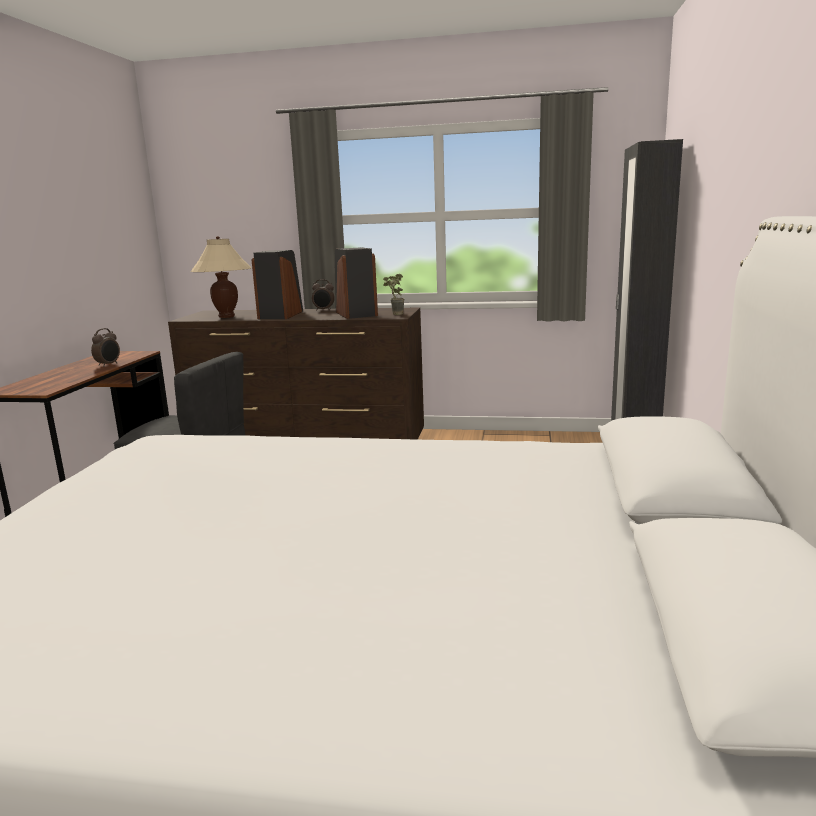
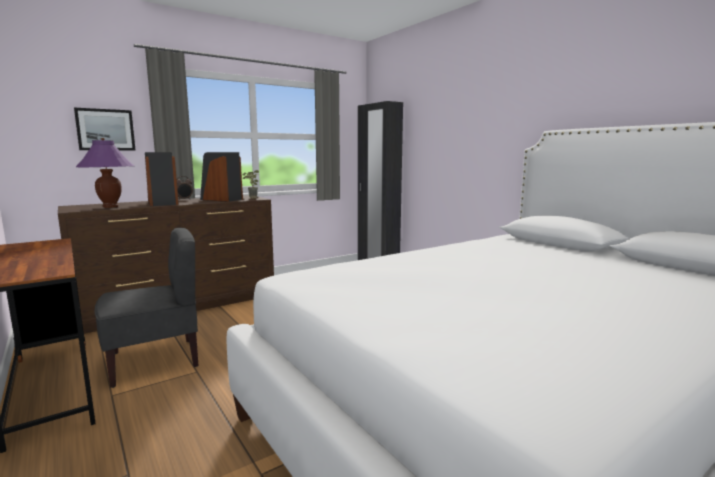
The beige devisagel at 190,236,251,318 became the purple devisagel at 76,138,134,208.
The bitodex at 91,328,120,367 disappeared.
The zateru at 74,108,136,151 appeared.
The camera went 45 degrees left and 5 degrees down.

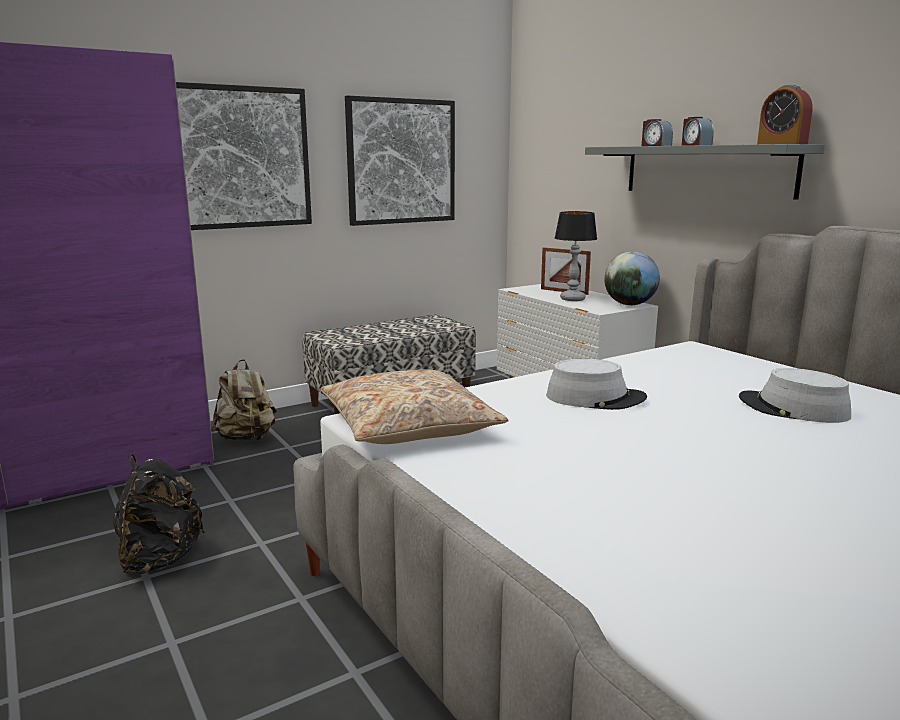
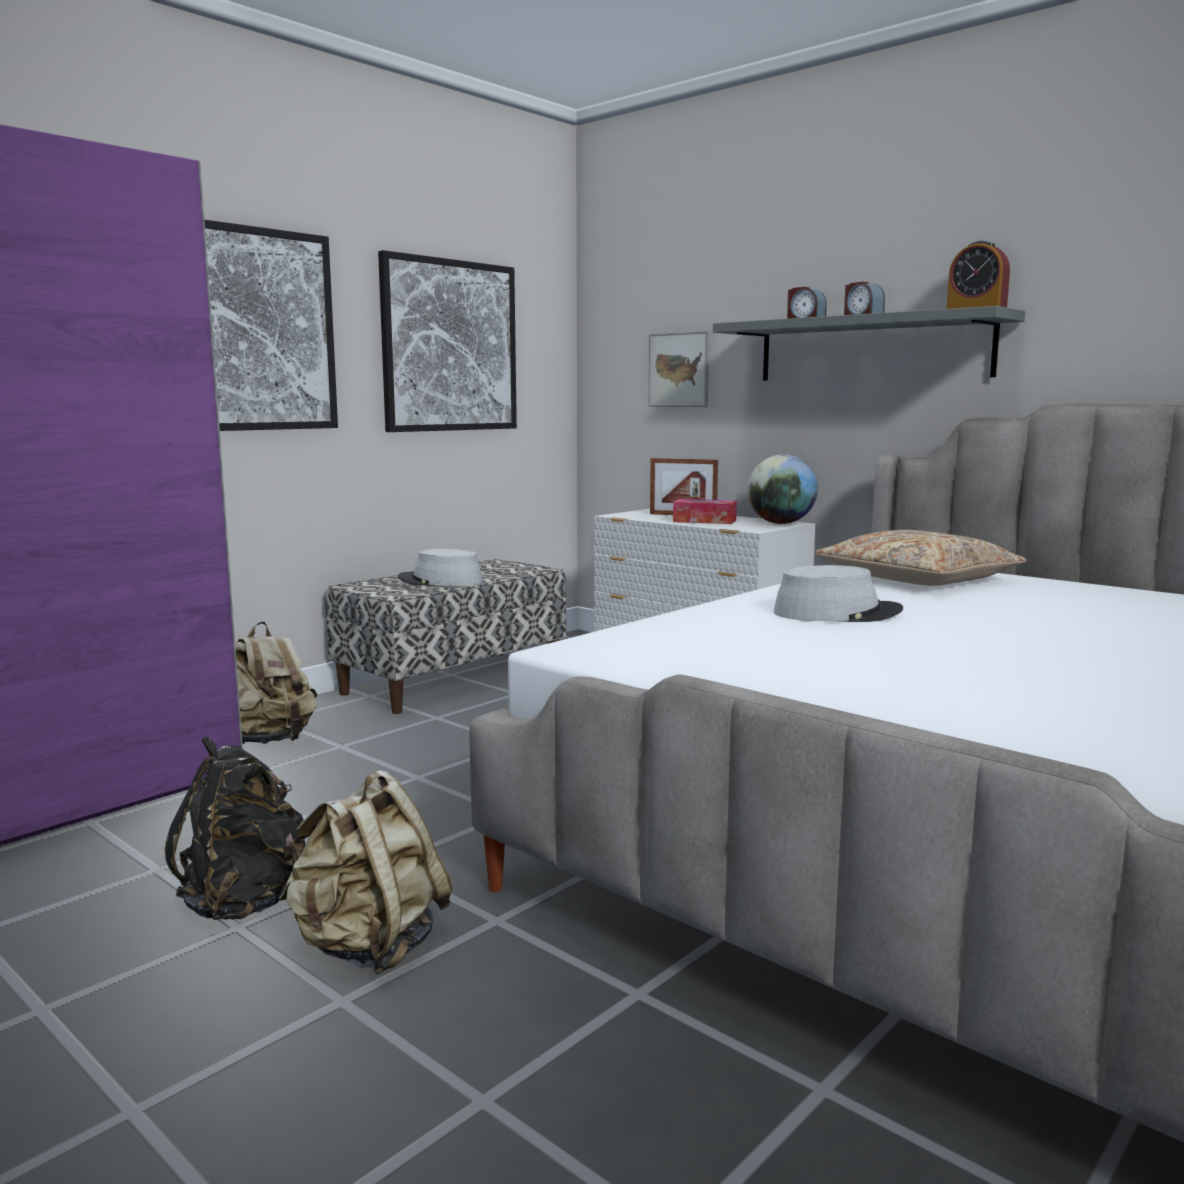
The devisagel at 555,211,597,301 was replaced by the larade at 673,499,737,524.
The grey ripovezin moved from 739,368,851,423 to 398,548,483,586.
The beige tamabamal moved from 321,369,508,444 to 815,530,1027,586.
The zateru at 648,331,709,407 appeared.
The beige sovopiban at 278,770,453,974 appeared.
The camera went 15 degrees left and 5 degrees down.

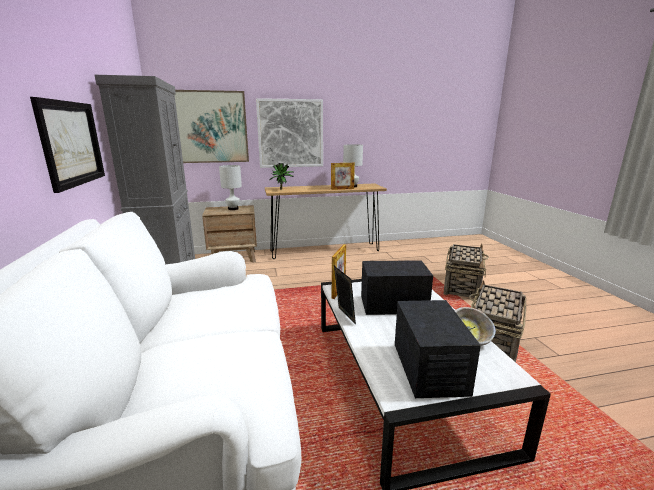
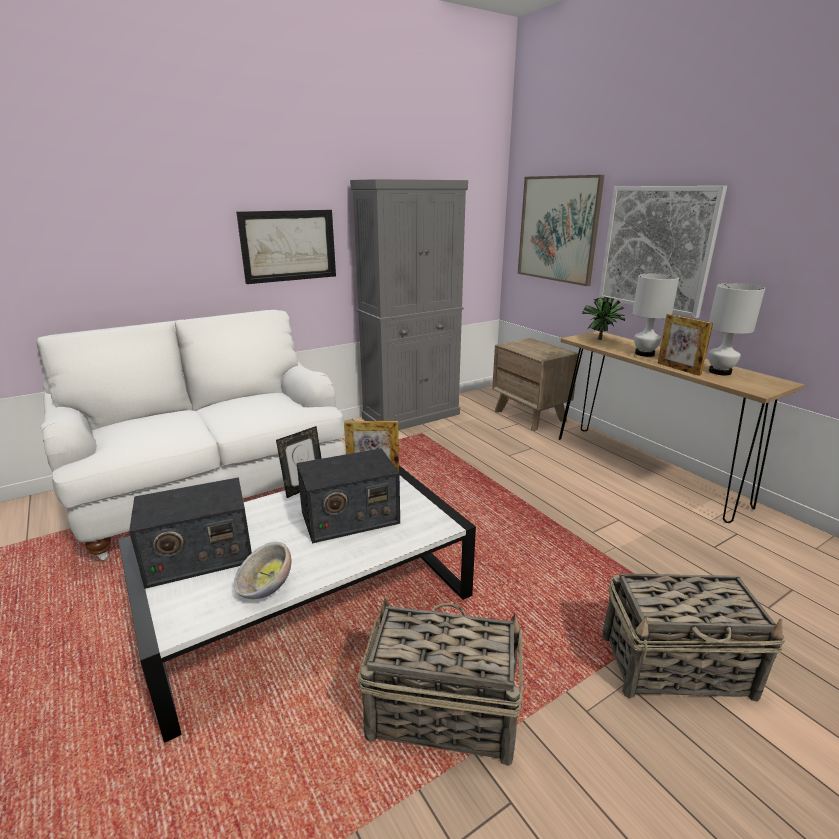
The white devisagel moved from 219,165,242,210 to 632,274,679,357.
The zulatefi at 361,260,433,315 turned 90 degrees clockwise.
The camera went 70 degrees right and 5 degrees up.

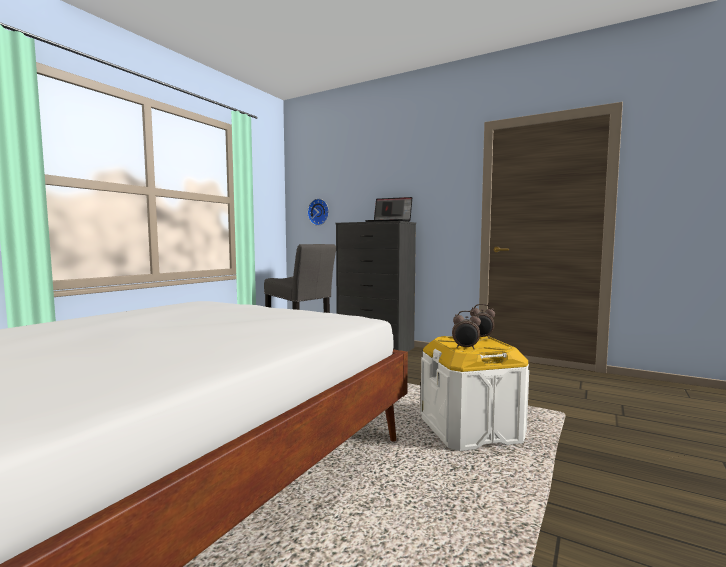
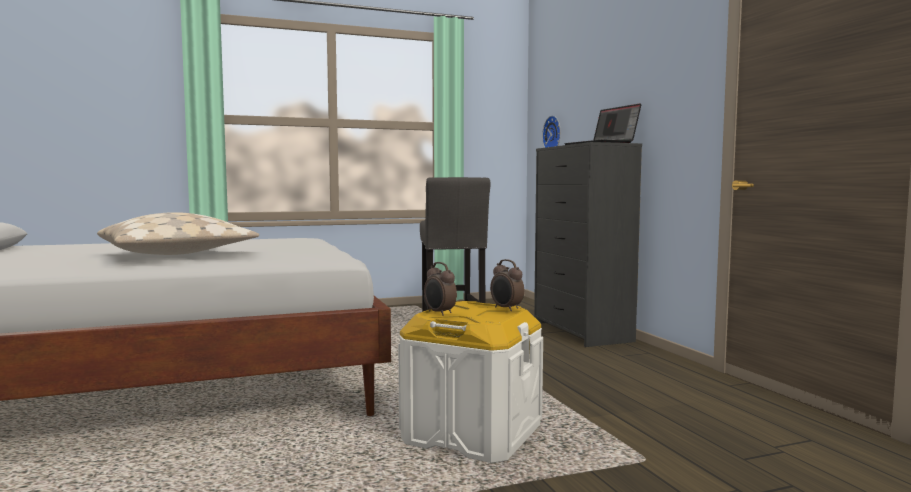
The beige tamabamal at 97,212,259,255 appeared.
The camera went 40 degrees right and 0 degrees up.

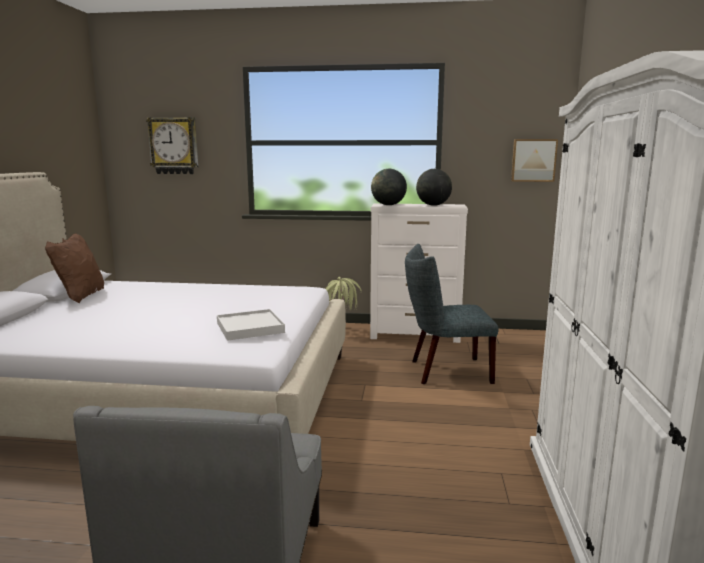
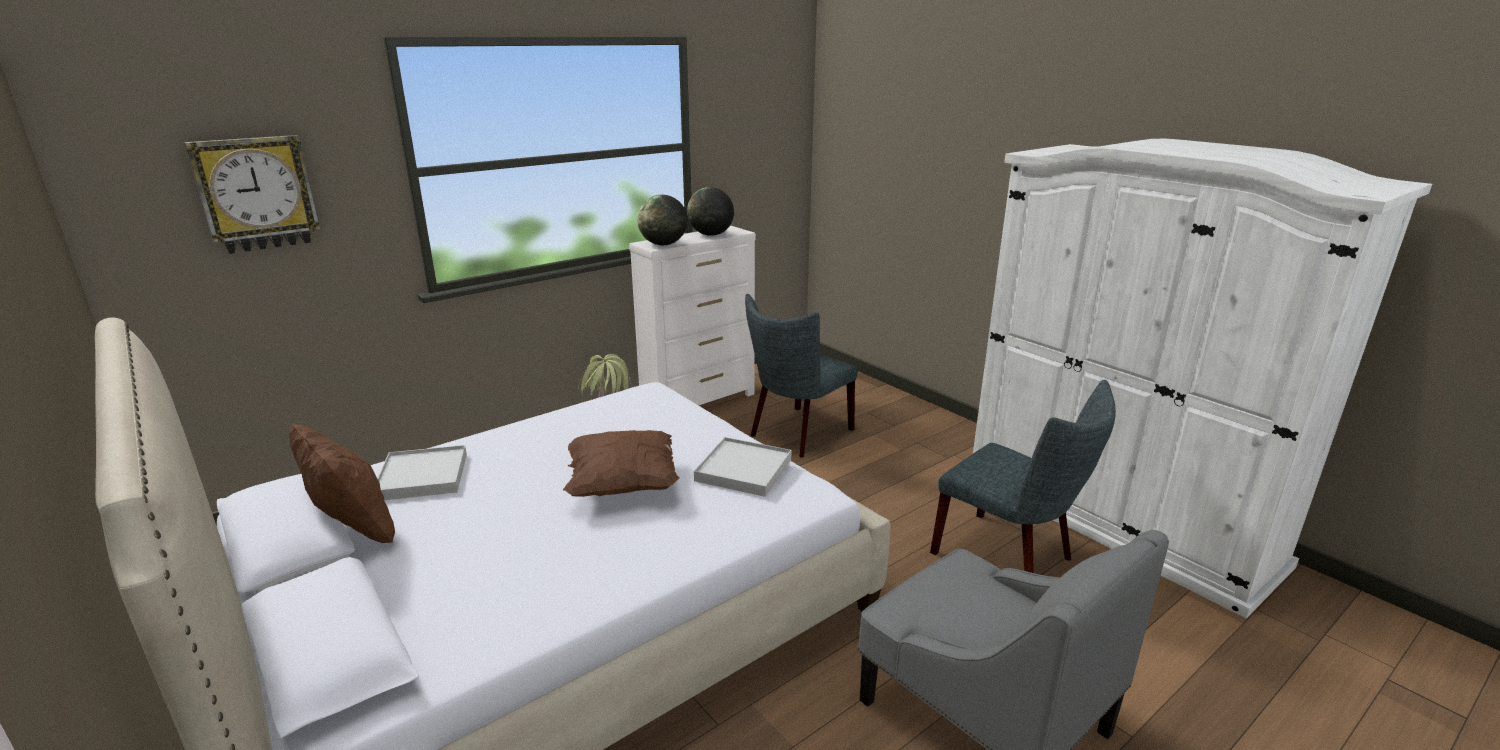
The zateru at 511,139,558,182 disappeared.
The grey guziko at 930,380,1116,573 appeared.
The brown tamabamal at 563,430,680,497 appeared.
The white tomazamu at 377,445,467,500 appeared.
The camera went 45 degrees left and 10 degrees up.

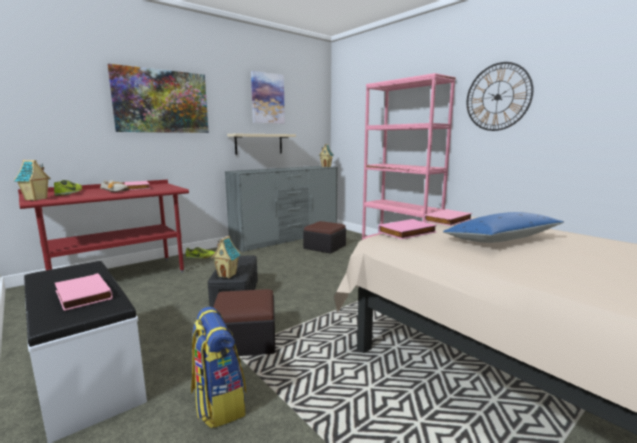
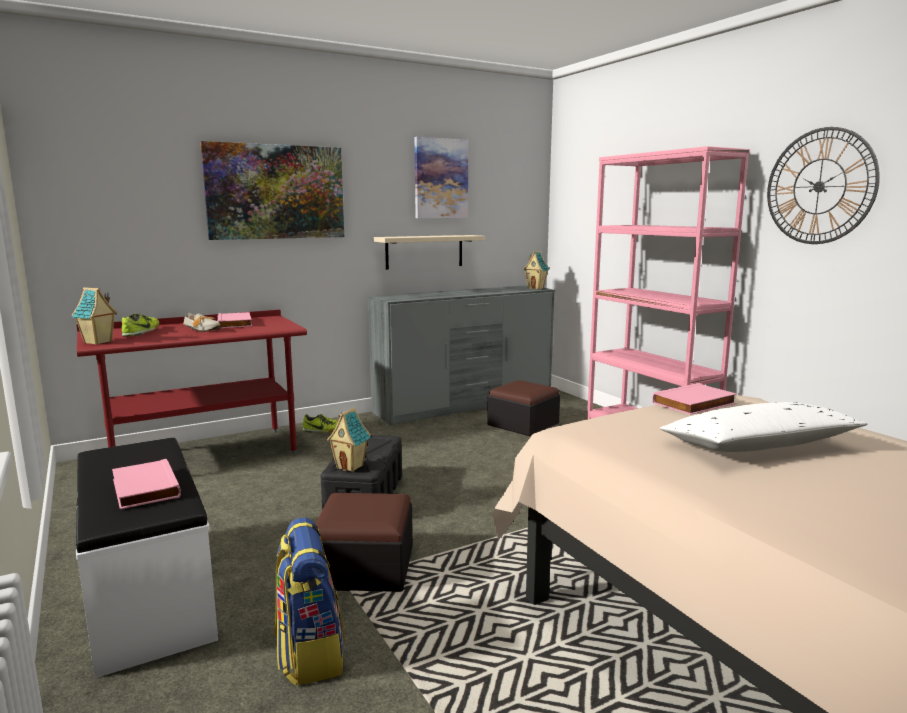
The blue tamabamal at 443,212,564,243 became the white tamabamal at 660,402,867,452.
The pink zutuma at 378,219,437,239 disappeared.
The camera went 10 degrees right and 0 degrees up.

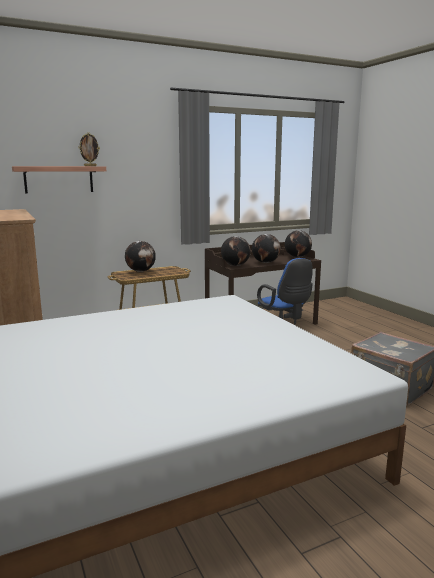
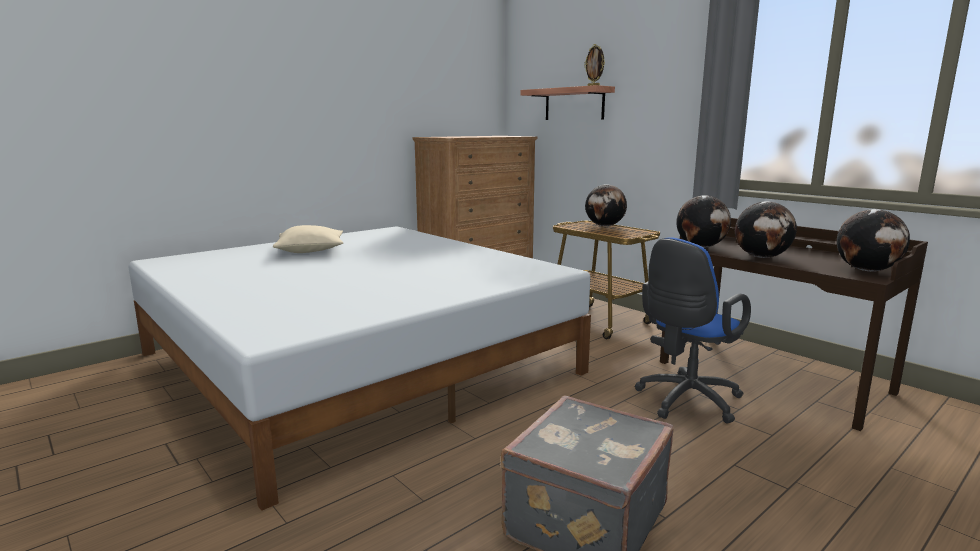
The beige tamabamal at 273,225,344,253 appeared.
The camera went 75 degrees right and 0 degrees up.

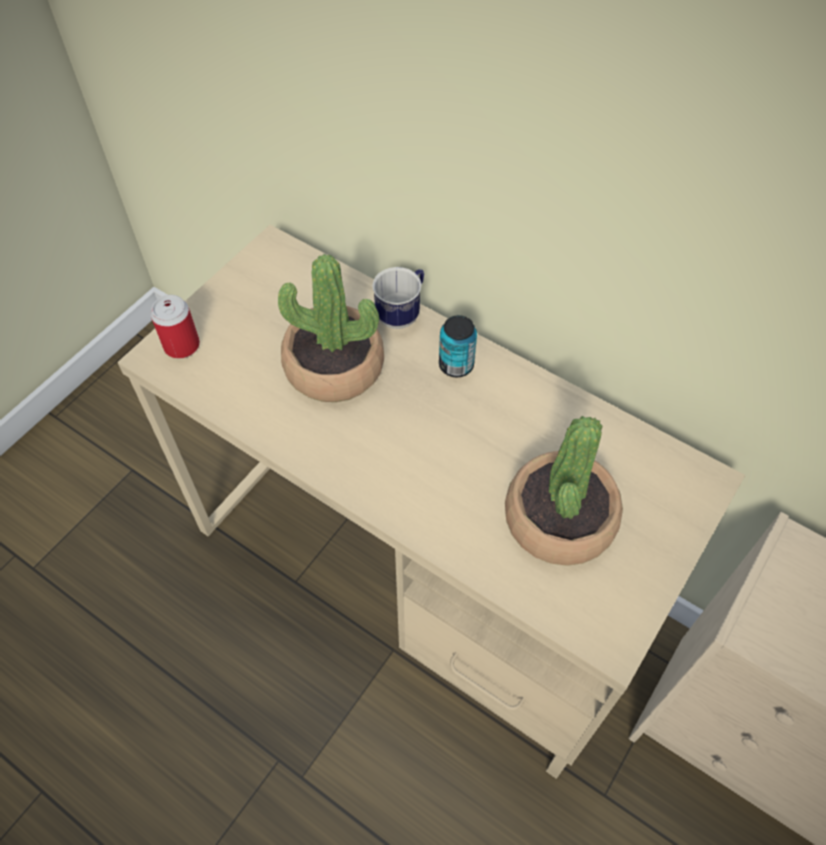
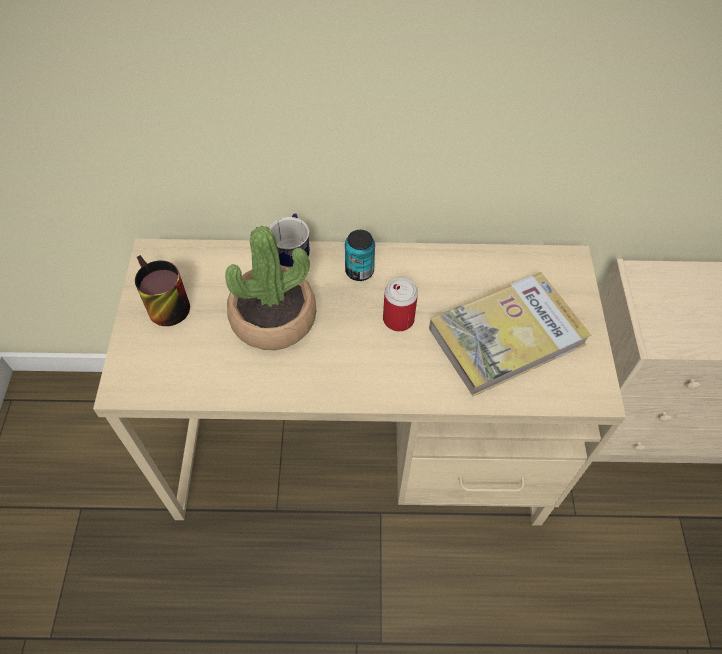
The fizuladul moved from 151,295,200,358 to 383,278,418,331.
The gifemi at 505,416,623,566 was replaced by the zutuma at 429,272,591,396.
The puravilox at 135,255,190,326 appeared.
The camera went 35 degrees left and 0 degrees up.

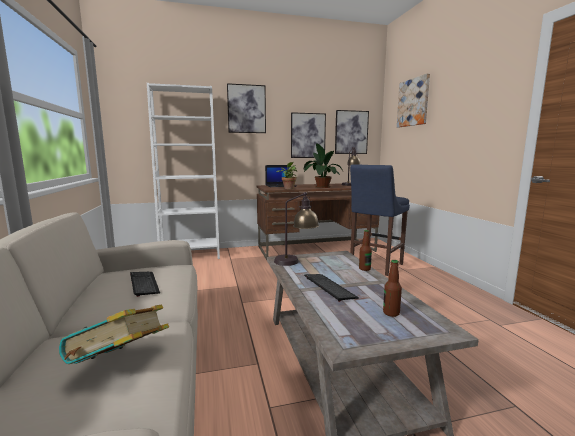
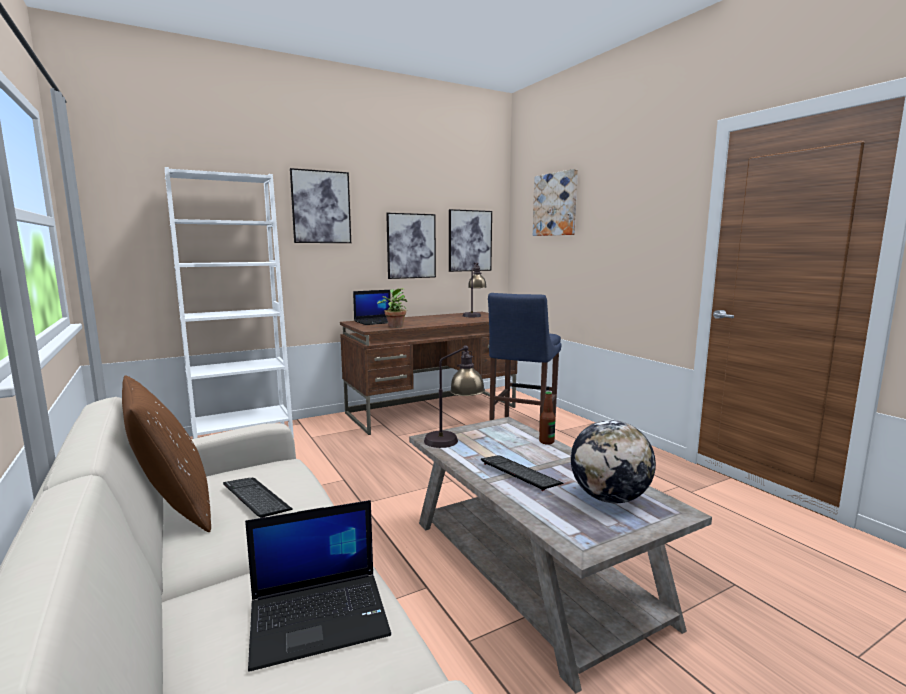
The gifemi at 304,143,343,188 disappeared.
The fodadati at 383,260,402,317 was replaced by the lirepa at 571,420,656,503.
The zutuma at 59,305,169,364 was replaced by the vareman at 245,500,391,672.
The brown tamabamal at 122,376,211,532 appeared.
The camera went 15 degrees left and 0 degrees up.

